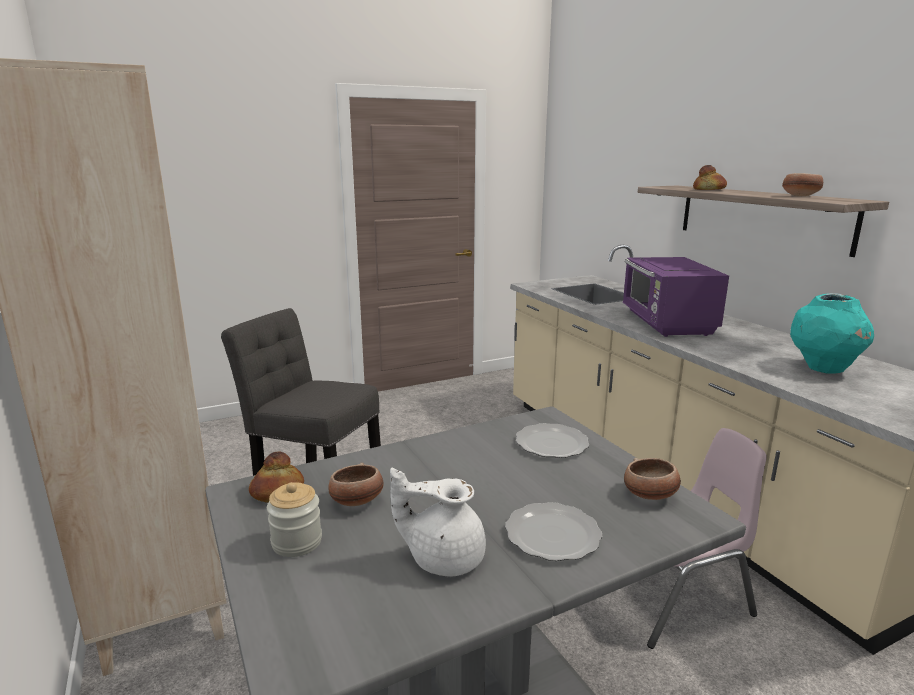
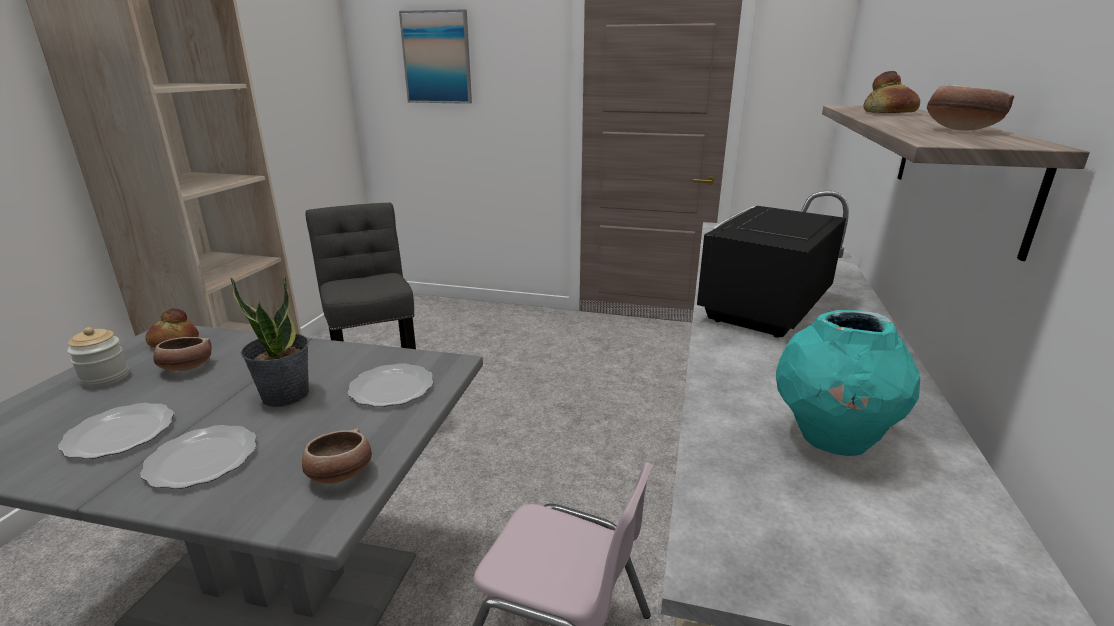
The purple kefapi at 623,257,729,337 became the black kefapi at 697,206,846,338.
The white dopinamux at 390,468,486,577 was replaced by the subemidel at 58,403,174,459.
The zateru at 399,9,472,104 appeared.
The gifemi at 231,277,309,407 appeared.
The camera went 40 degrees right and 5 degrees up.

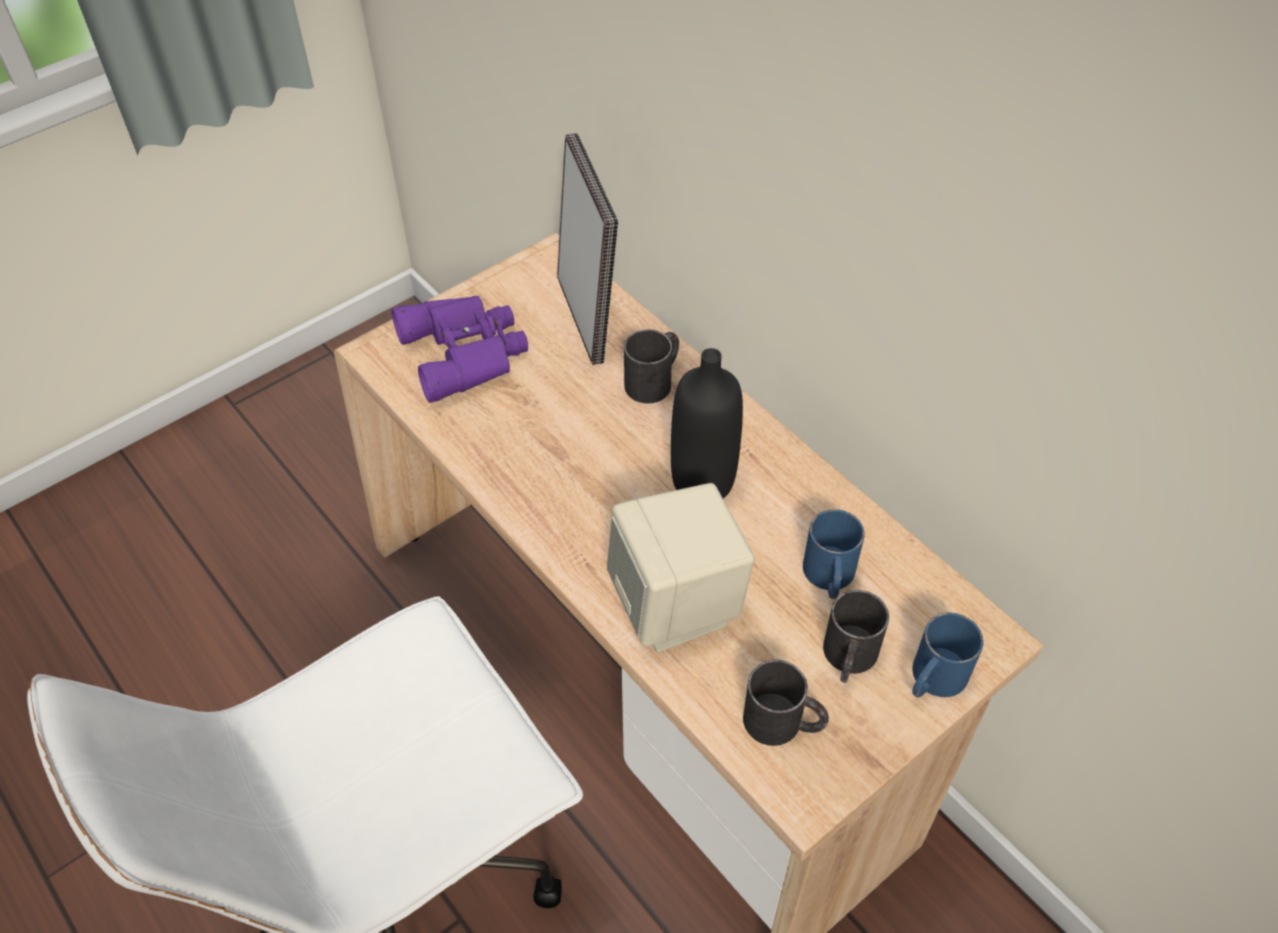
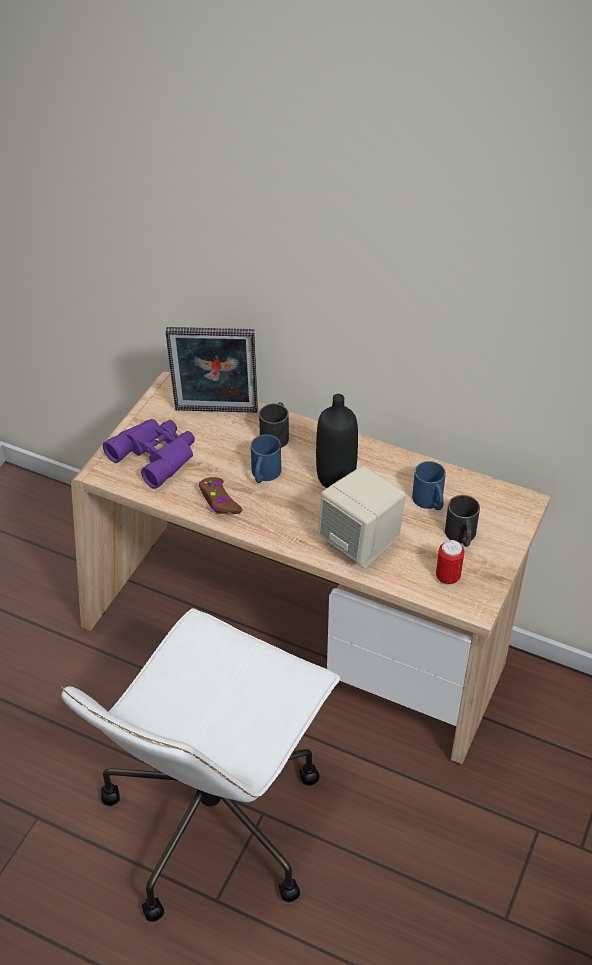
The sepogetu at 557,133,618,365 turned 135 degrees clockwise.
The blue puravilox moved from 912,613,984,698 to 251,435,281,483.
The black puravilox at 743,660,829,746 was replaced by the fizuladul at 436,540,465,585.
The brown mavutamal at 199,477,242,514 appeared.
The camera went 25 degrees left and 5 degrees down.

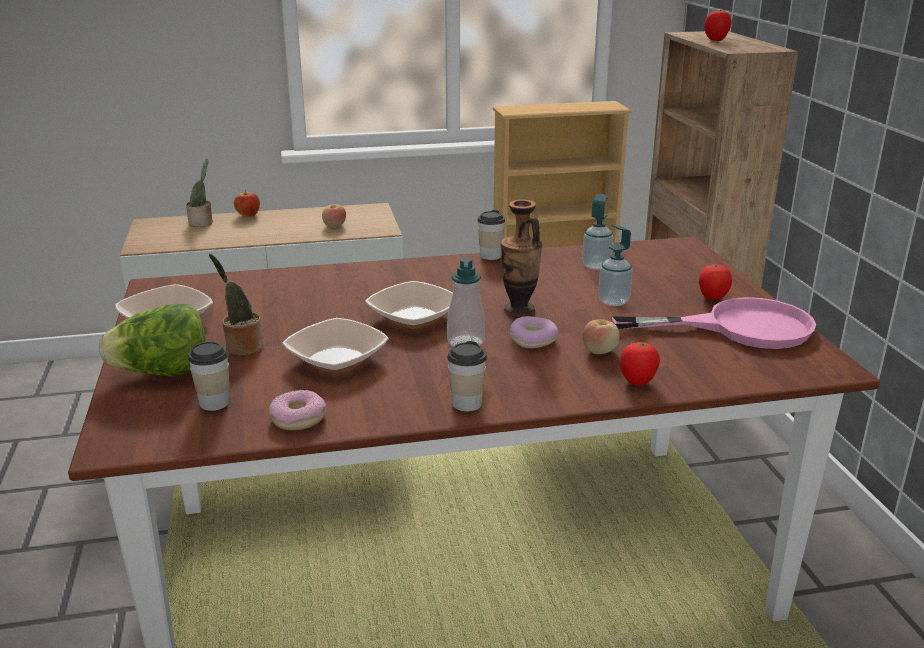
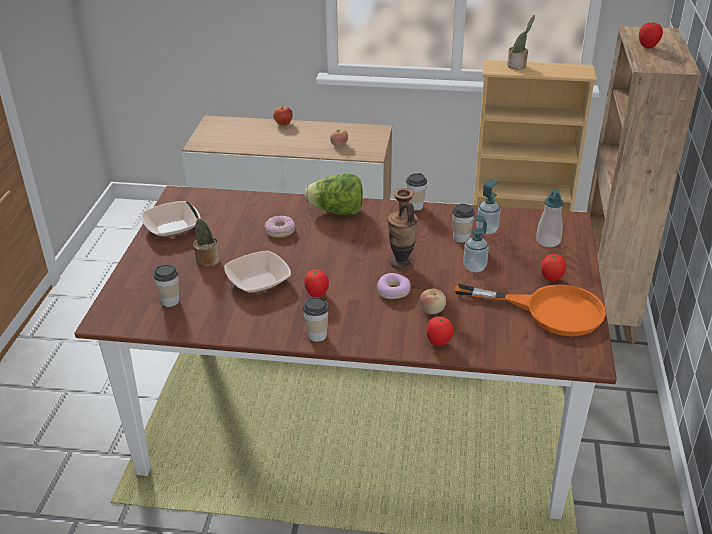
The gifemi moved from 186,159,213,227 to 507,15,535,70.
The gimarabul moved from 447,258,485,346 to 536,190,564,247.
The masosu at 365,281,453,329 disappeared.
The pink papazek at 612,297,816,349 became the orange papazek at 455,284,606,336.
The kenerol moved from 99,304,206,376 to 305,174,363,215.
The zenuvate moved from 269,390,326,430 to 264,216,295,238.
The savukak at 452,204,475,243 appeared.
The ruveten at 304,269,329,297 appeared.
The camera went 20 degrees right and 10 degrees up.

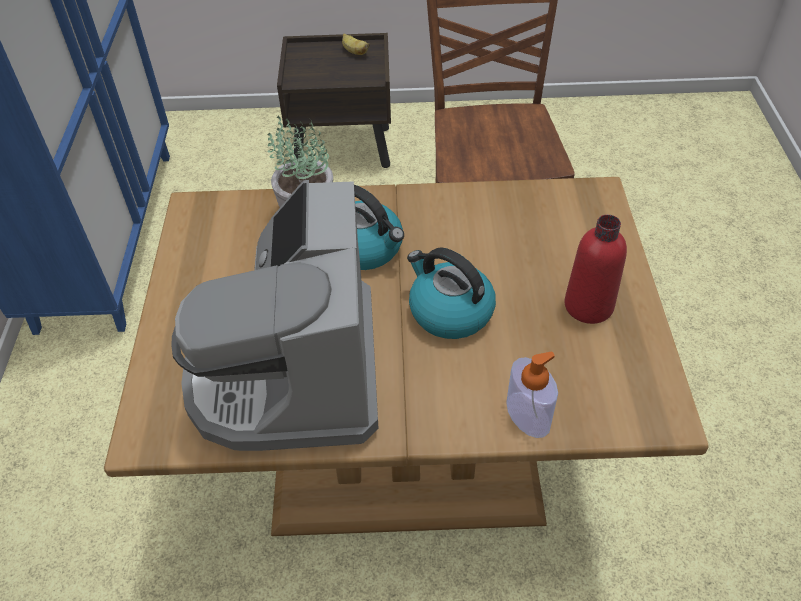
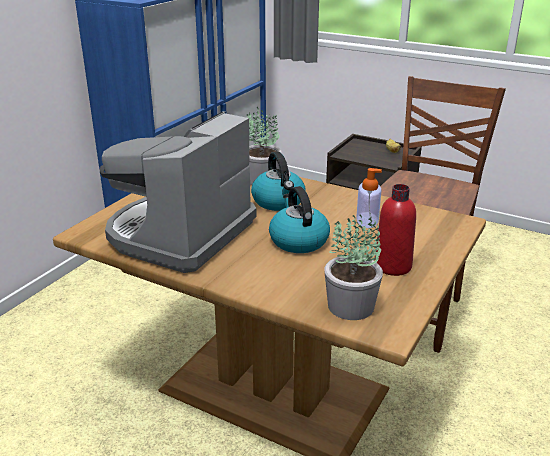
The gimarabul moved from 506,351,558,438 to 356,168,382,228.
The gifemi at 324,213,383,320 appeared.
The camera went 30 degrees right and 20 degrees down.

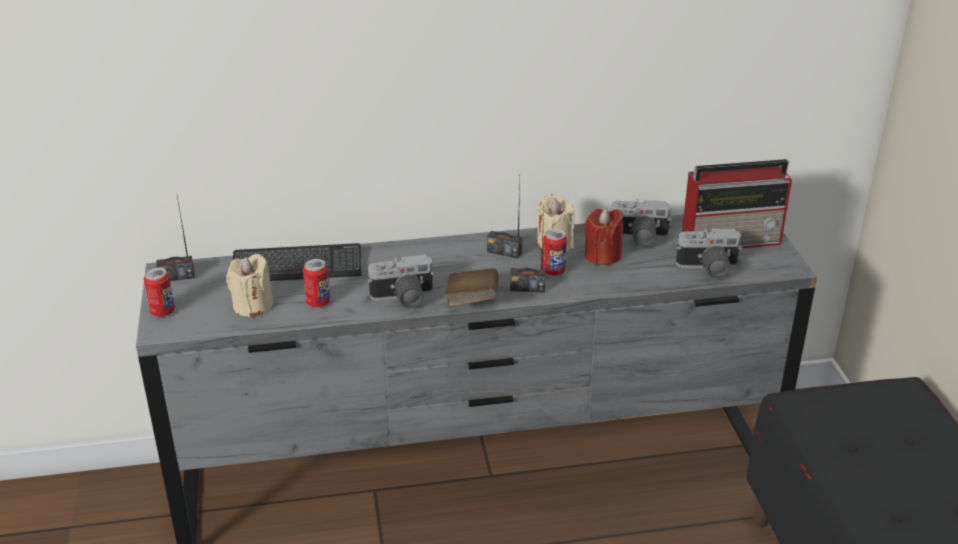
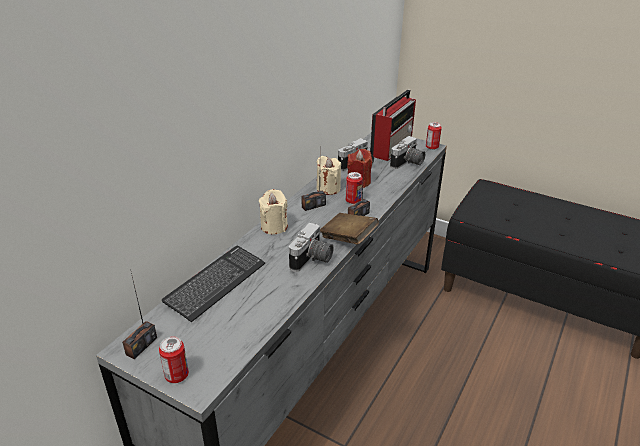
The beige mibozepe moved from 226,254,274,318 to 259,189,288,234.
The fizuladul moved from 303,259,330,307 to 426,122,442,150.
The camera went 50 degrees left and 0 degrees up.

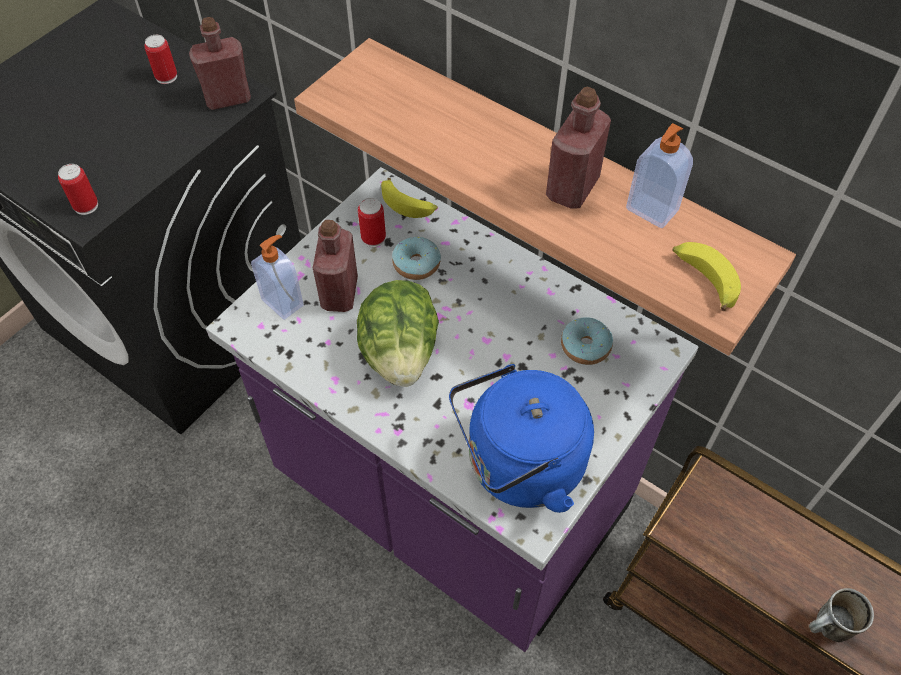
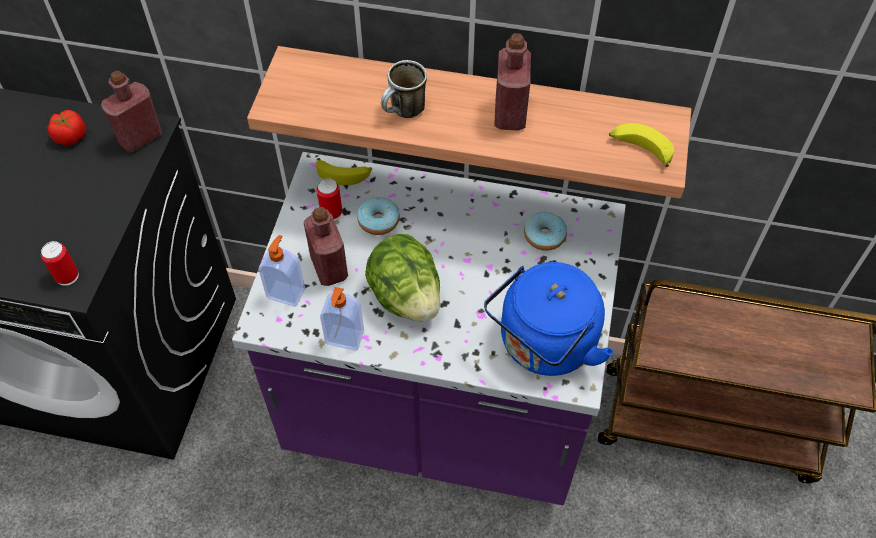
The fizuladul at 144,35,177,84 was replaced by the ruveten at 47,110,86,146.
The gimarabul moved from 626,123,693,228 to 320,287,364,351.
The puravilox moved from 809,588,874,643 to 381,60,427,118.
The camera went 25 degrees left and 0 degrees up.

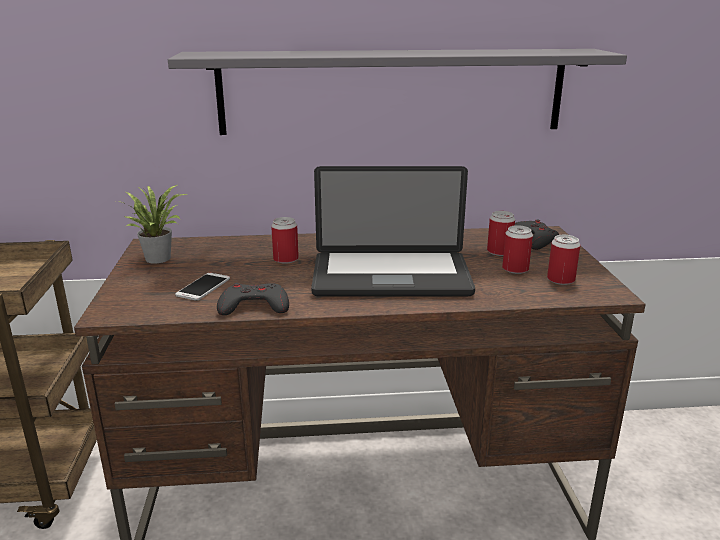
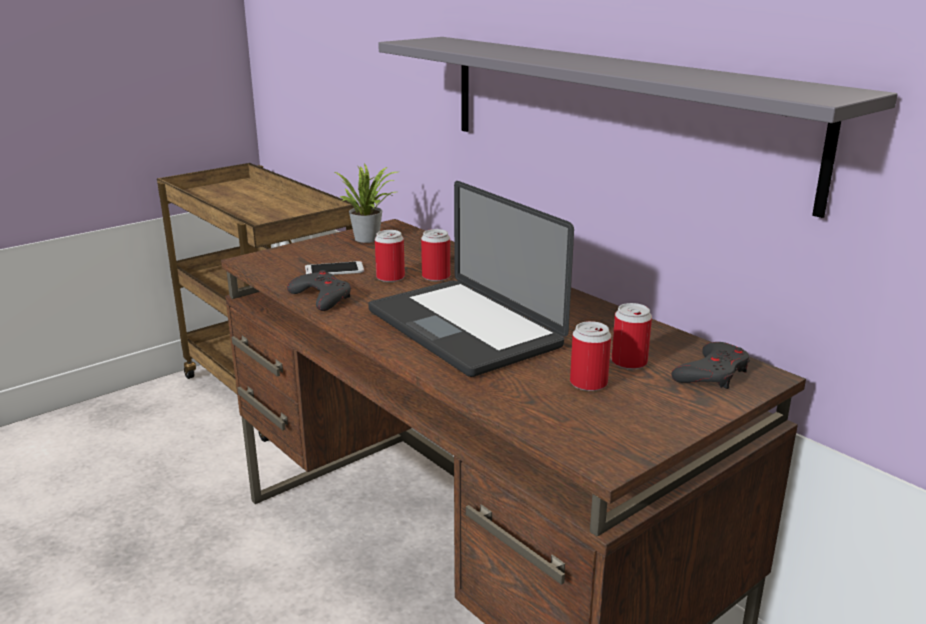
The fizuladul moved from 547,235,580,285 to 375,230,405,282.
The camera went 55 degrees right and 0 degrees up.

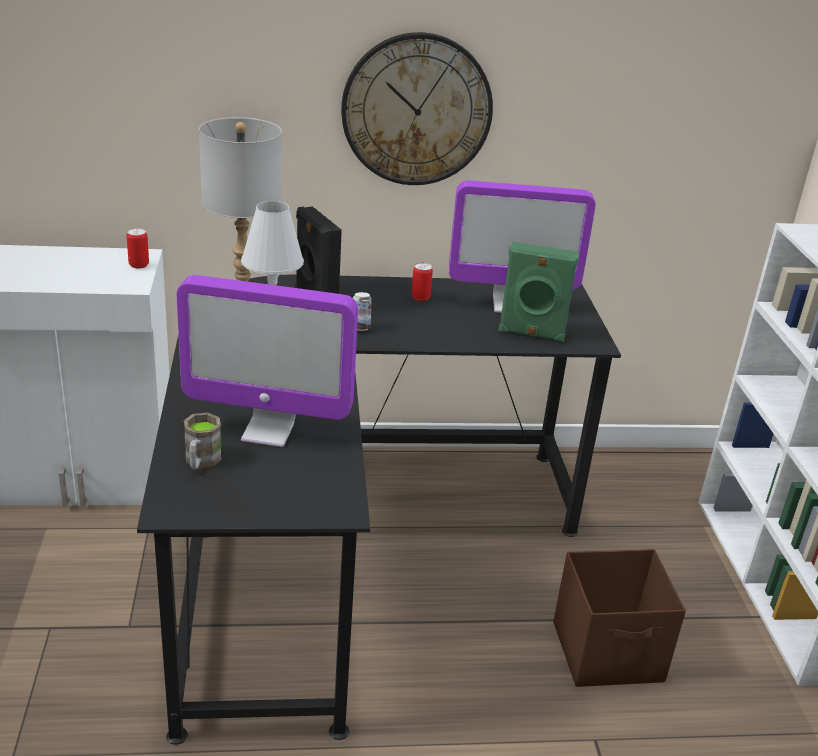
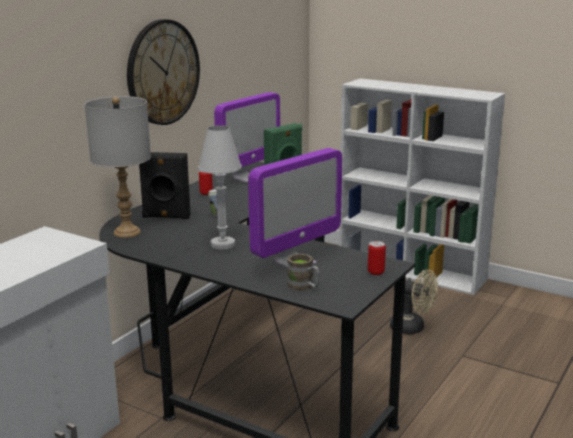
The fizuladul moved from 127,228,149,269 to 368,241,386,275.
The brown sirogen at 553,549,686,687 was replaced by the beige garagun at 390,269,438,335.
The camera went 50 degrees left and 10 degrees down.

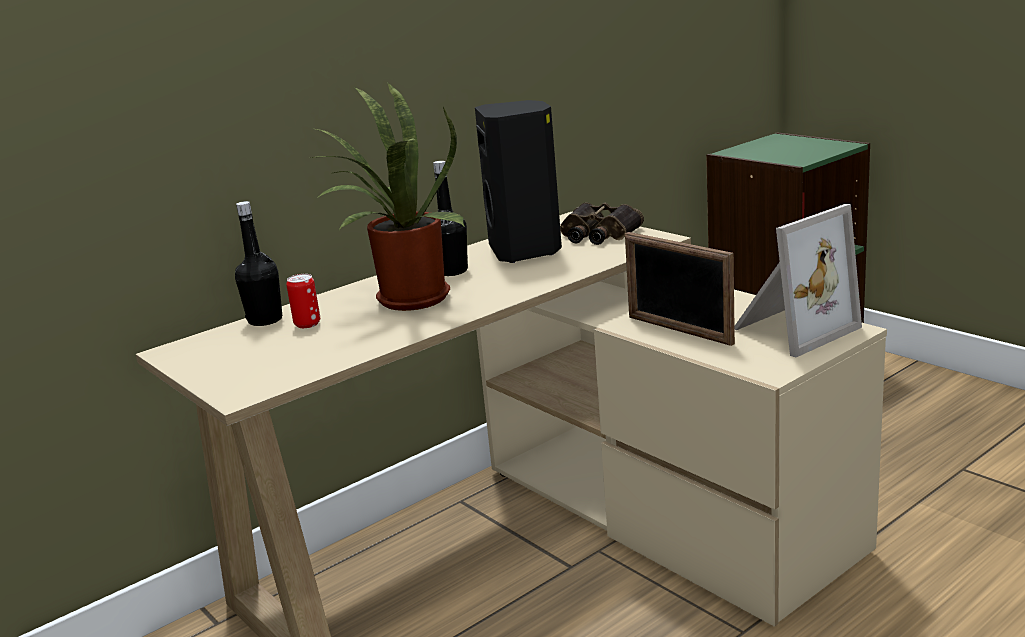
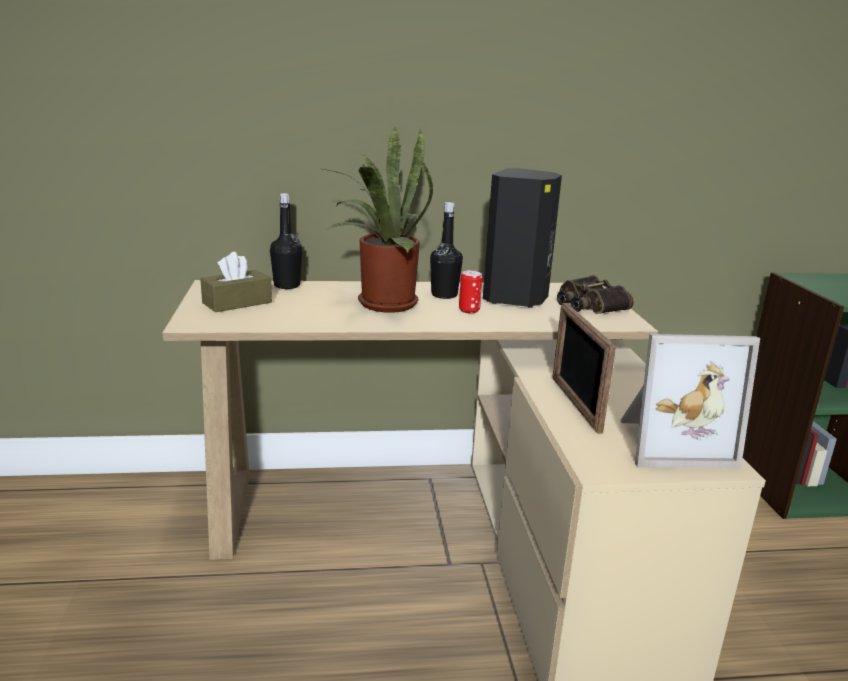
The fizuladul moved from 286,274,320,328 to 459,270,483,313.
The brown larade at 200,252,272,312 appeared.
The camera went 30 degrees right and 0 degrees up.

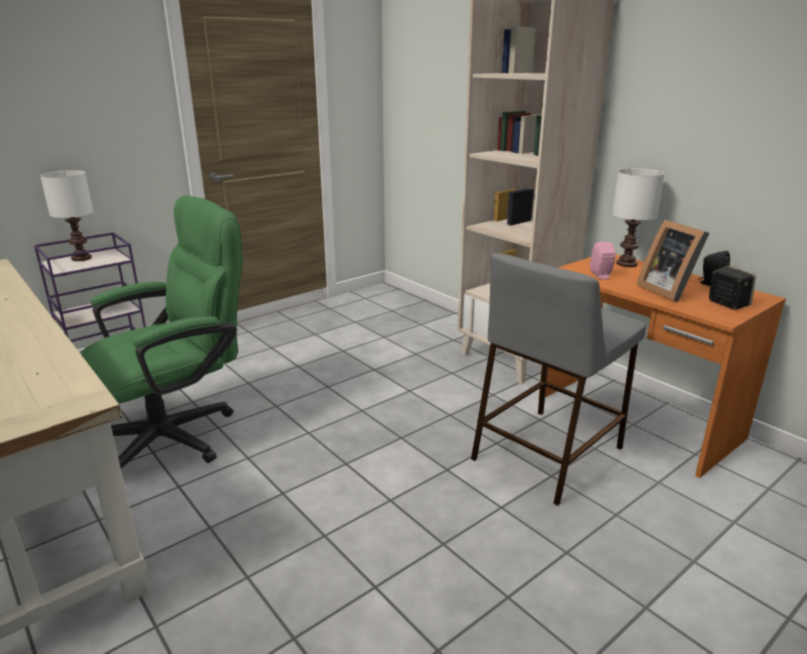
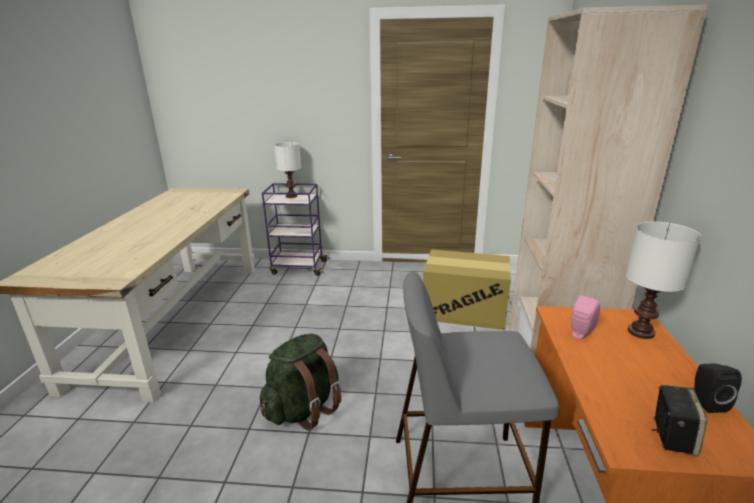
The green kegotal at 80,195,243,469 disappeared.
The sepogetu at 637,220,709,302 disappeared.
The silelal at 423,249,511,330 appeared.
The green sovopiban at 260,333,341,430 appeared.
The camera went 45 degrees right and 0 degrees up.

